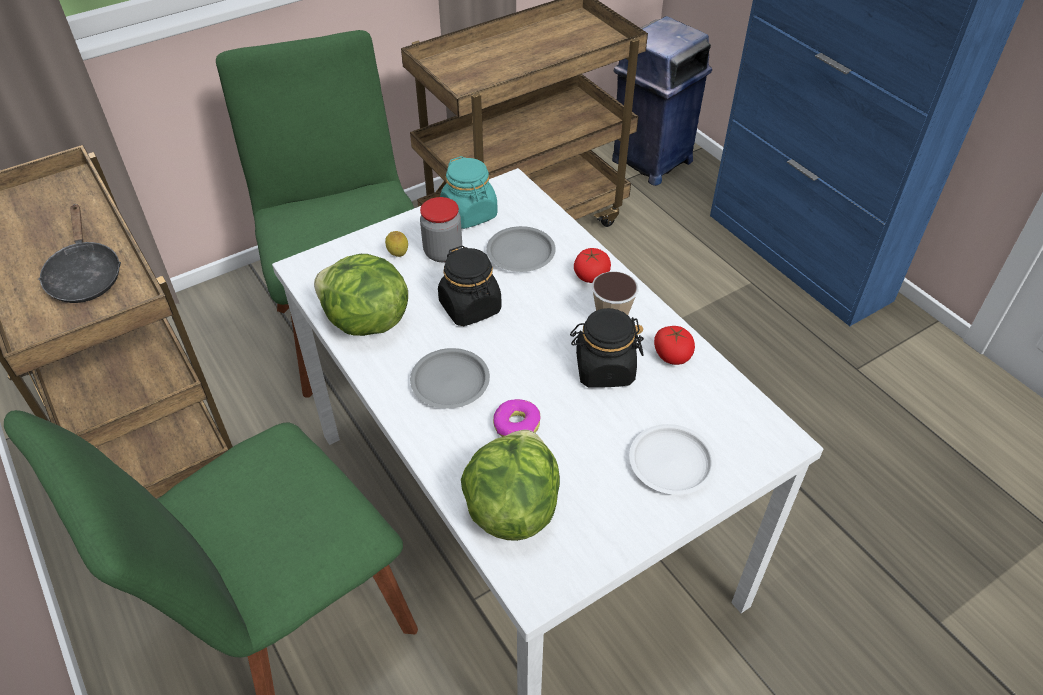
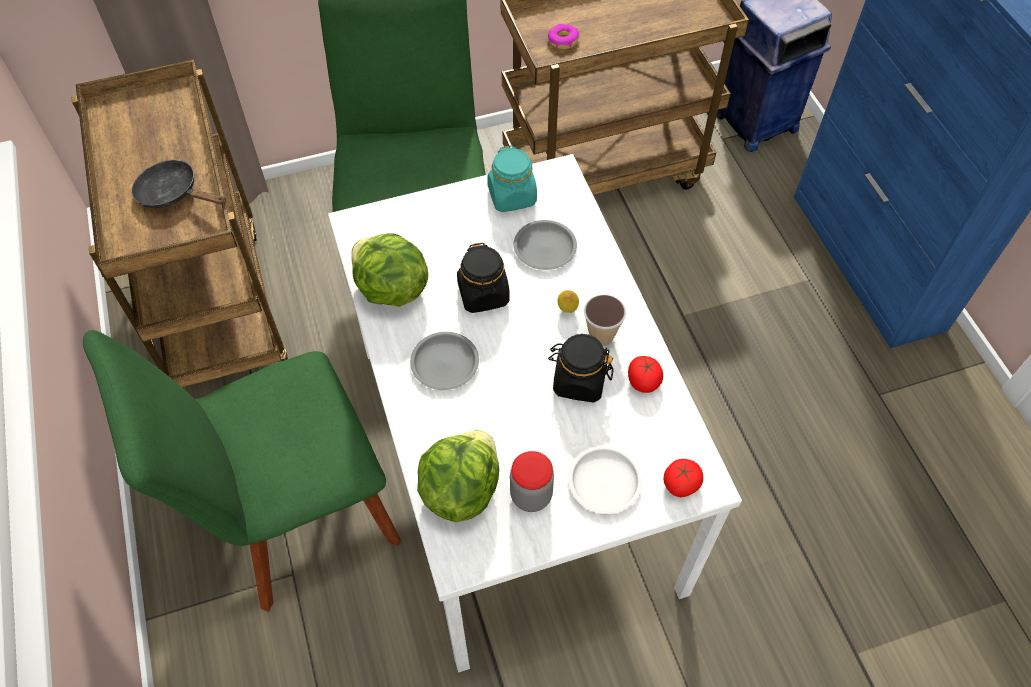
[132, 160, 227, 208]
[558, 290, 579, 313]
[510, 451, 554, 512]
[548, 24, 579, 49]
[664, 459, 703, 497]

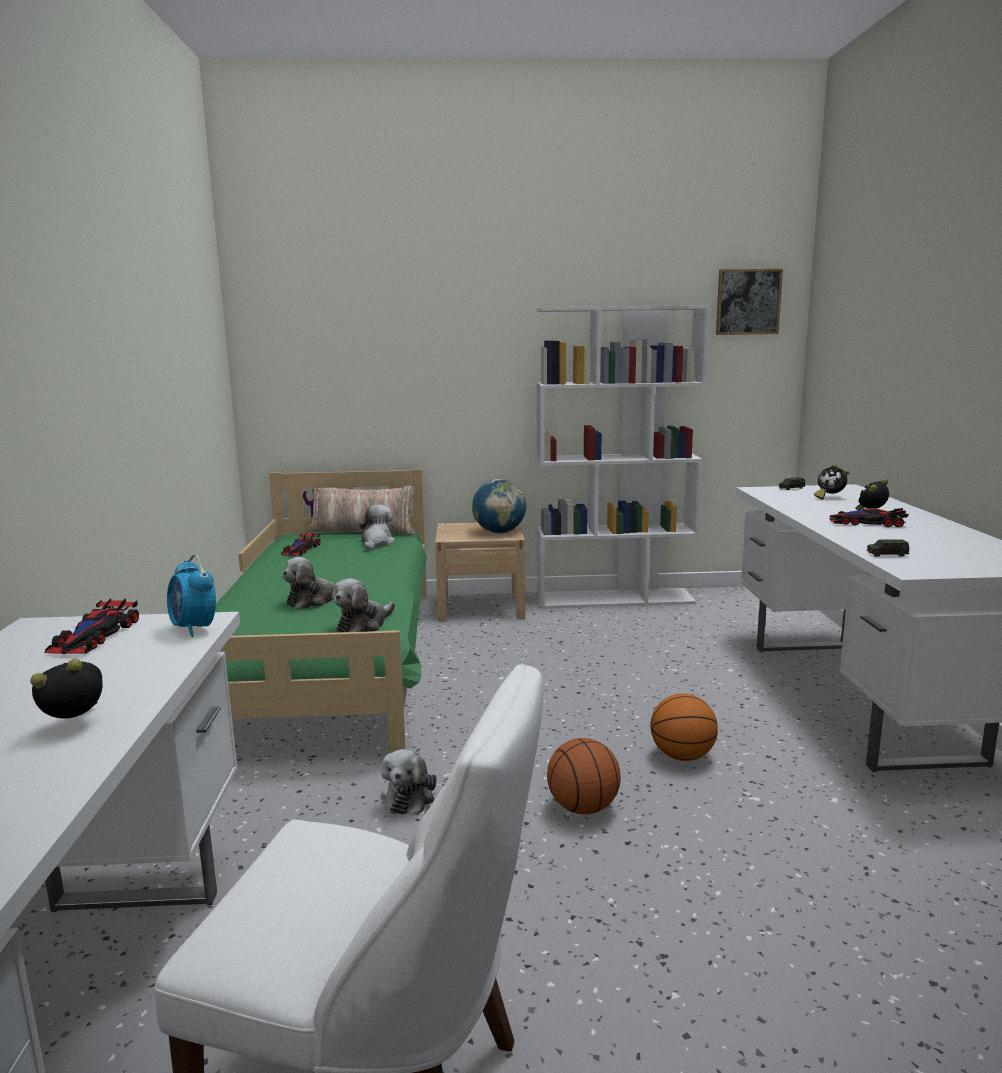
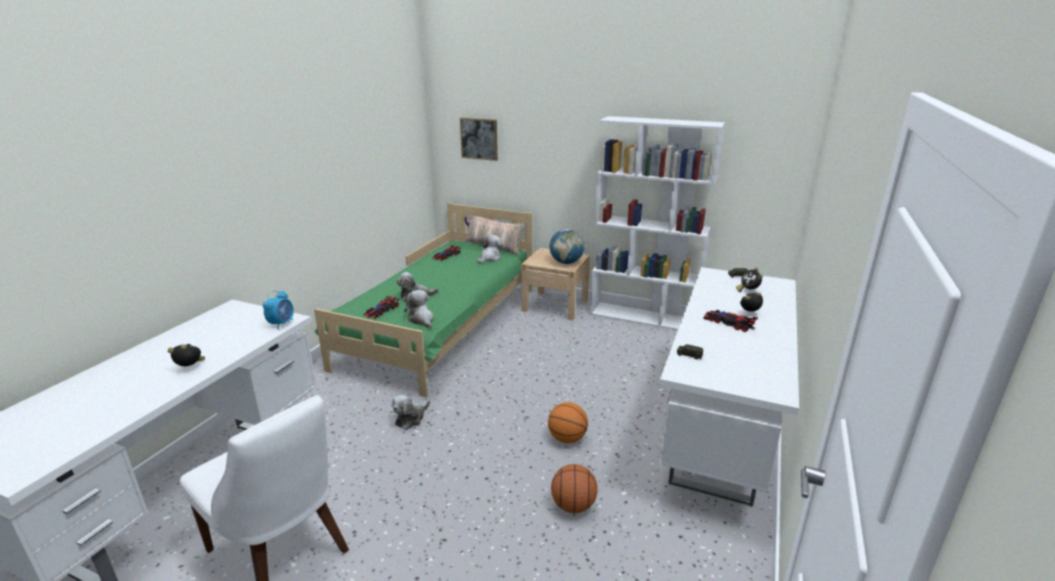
[363, 296, 399, 319]
[263, 290, 294, 330]
[404, 290, 434, 328]
[551, 464, 598, 513]
[460, 118, 498, 161]

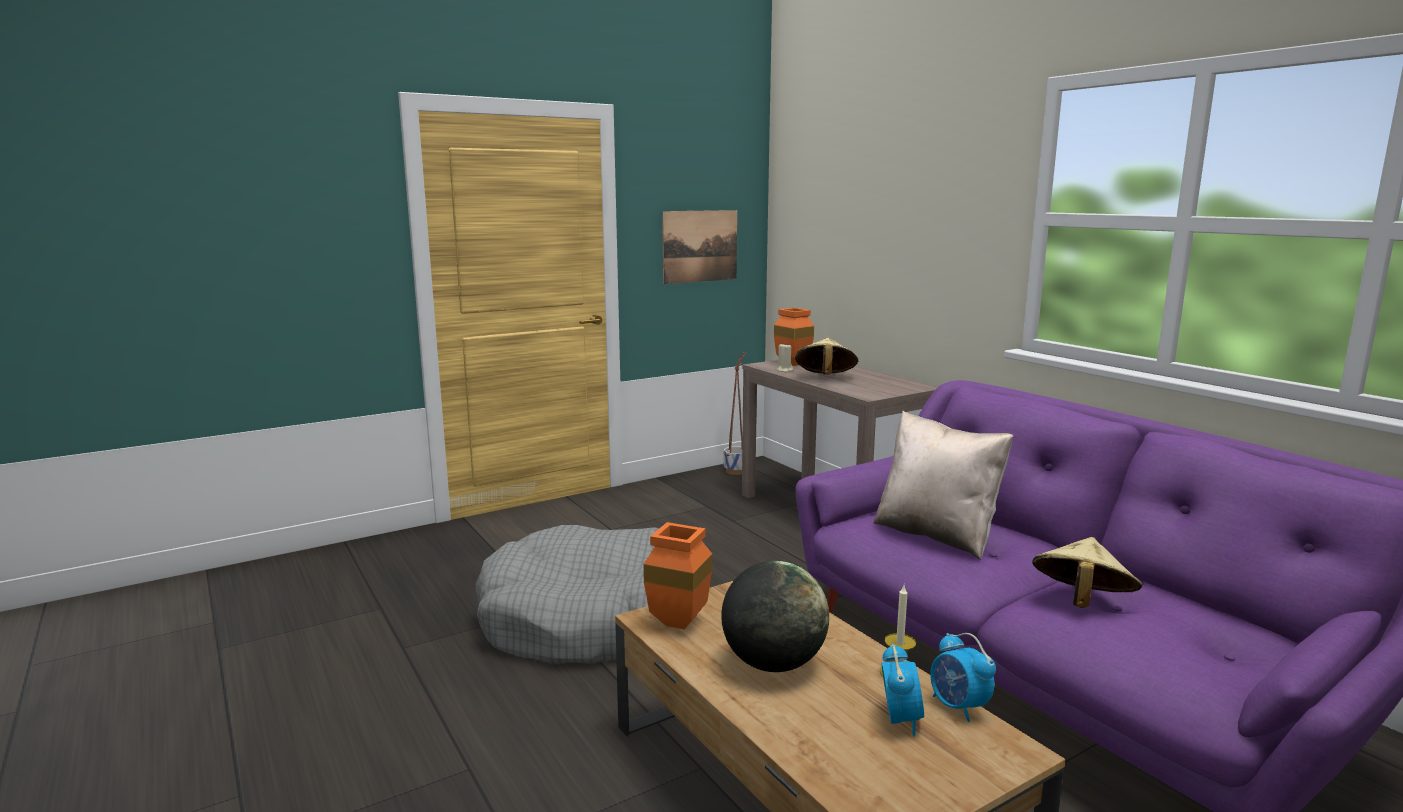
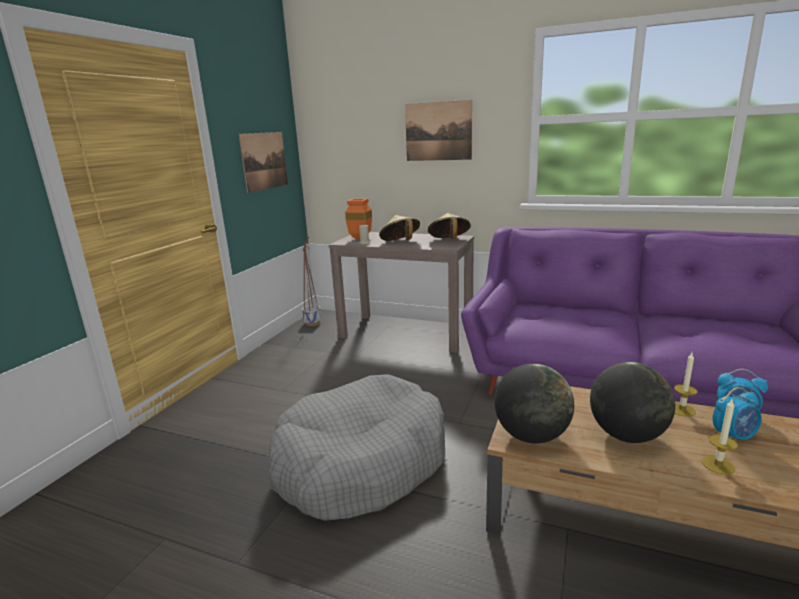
[495, 364, 574, 443]
[874, 411, 1013, 560] (first image)
[713, 387, 762, 440]
[428, 213, 471, 239]
[405, 100, 472, 161]
[702, 399, 738, 475]

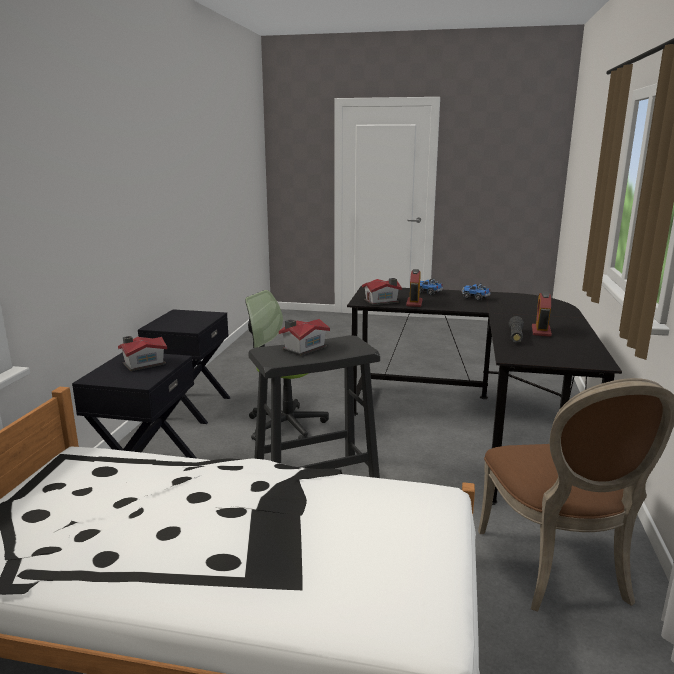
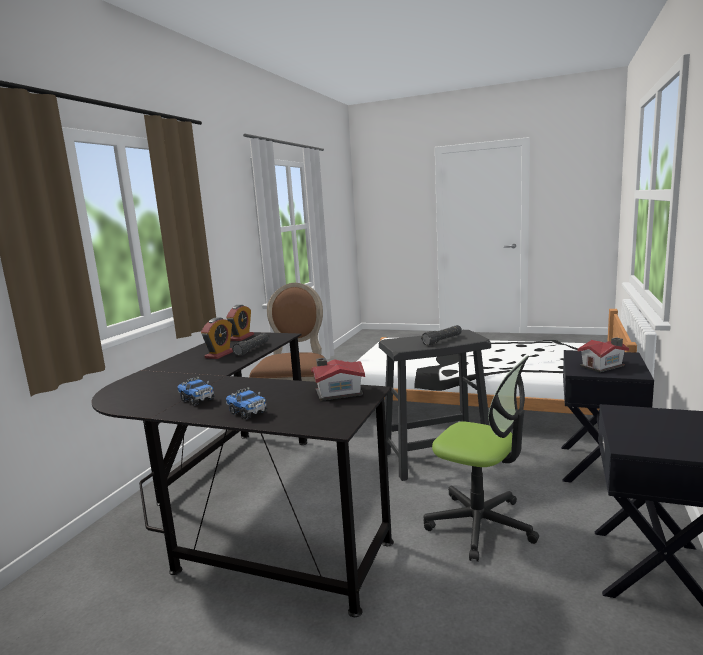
[421, 325, 462, 346]
[226, 305, 254, 341]

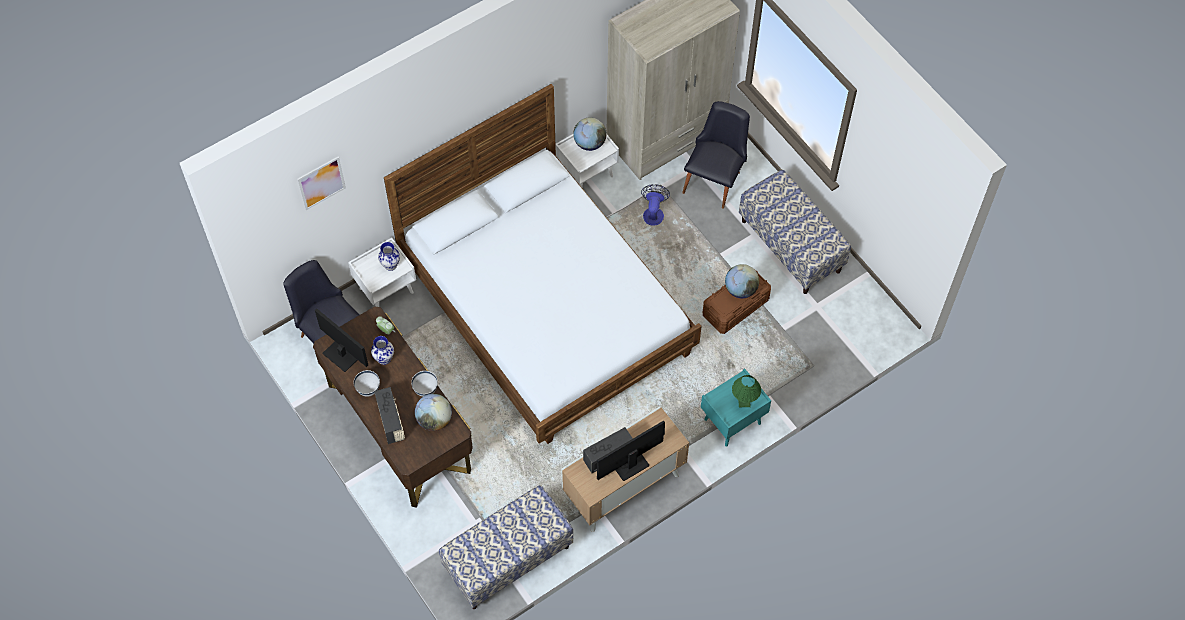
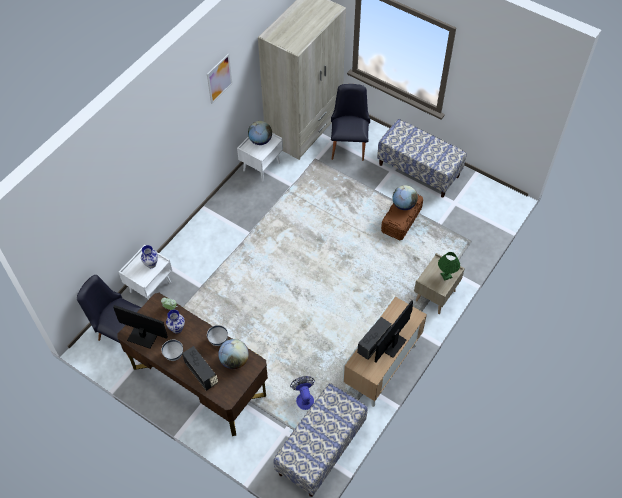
[207, 54, 232, 104]
[384, 84, 702, 444] (first image)
[290, 376, 315, 410]
[414, 253, 465, 314]

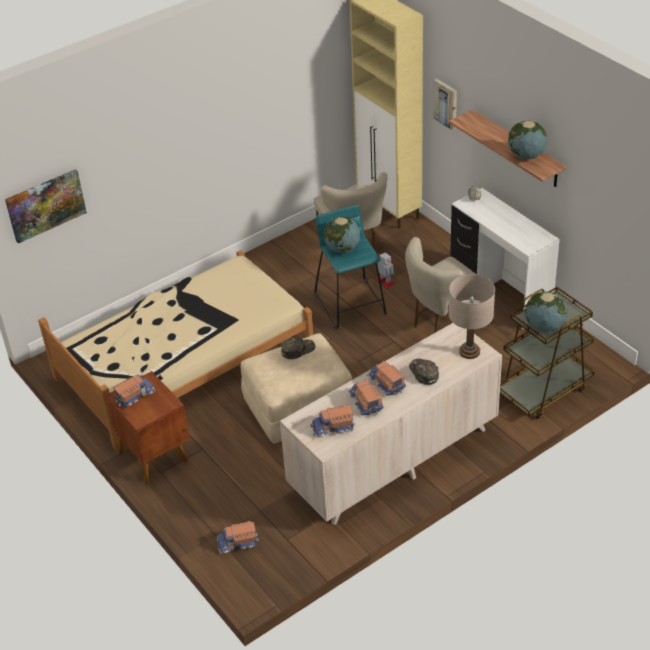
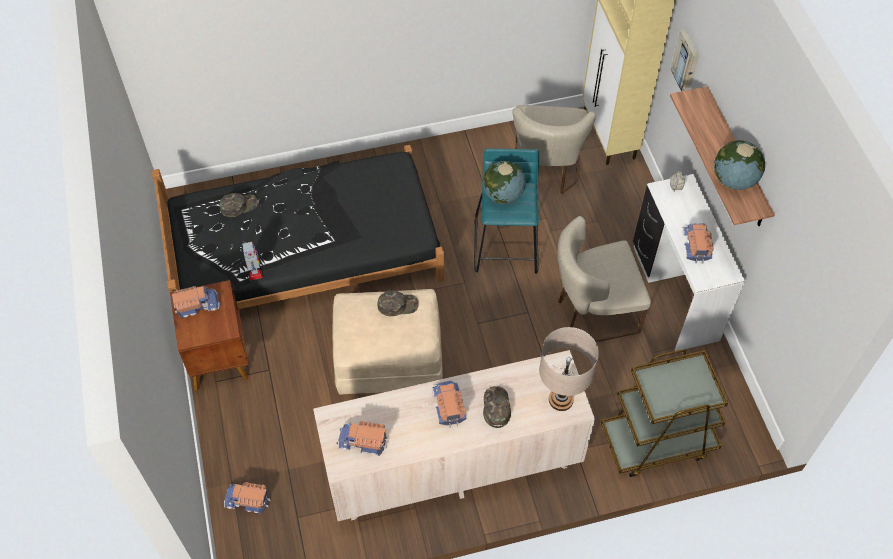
[5, 169, 87, 243] (first image)
[151, 145, 444, 309]
[683, 223, 714, 264]
[242, 241, 263, 280]
[525, 292, 567, 332] (first image)
[219, 193, 258, 217]

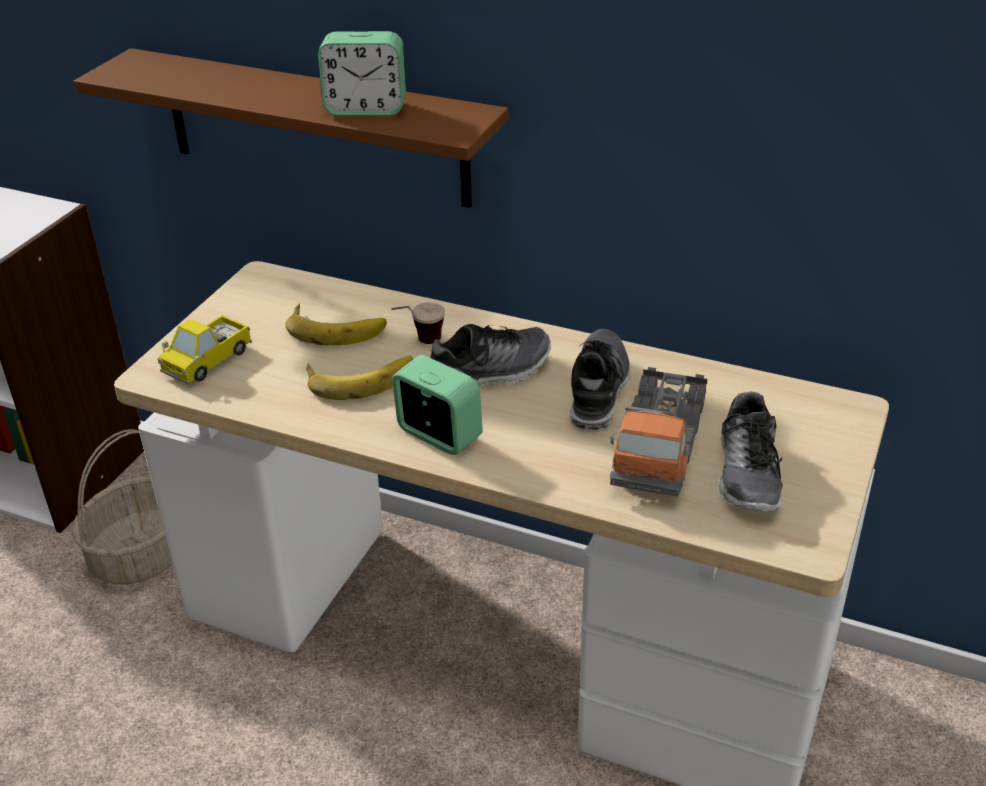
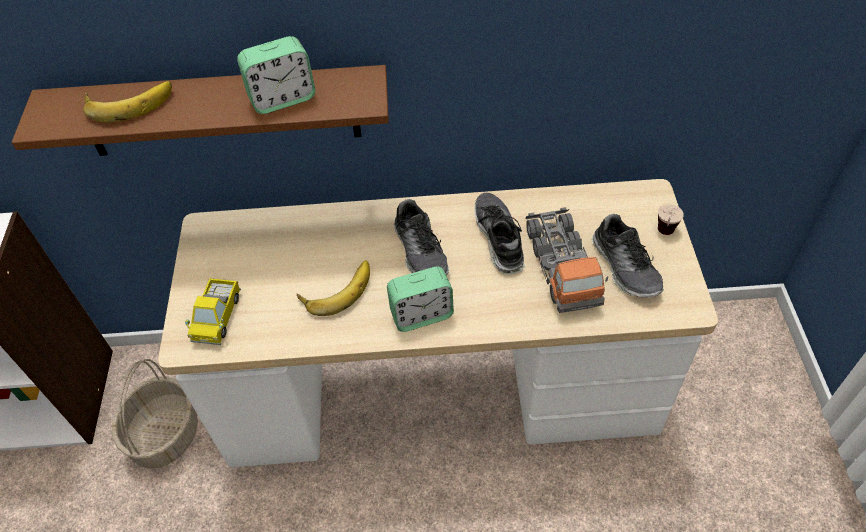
[83, 81, 172, 122]
[658, 204, 684, 235]
[387, 266, 454, 332]
[394, 199, 449, 276]

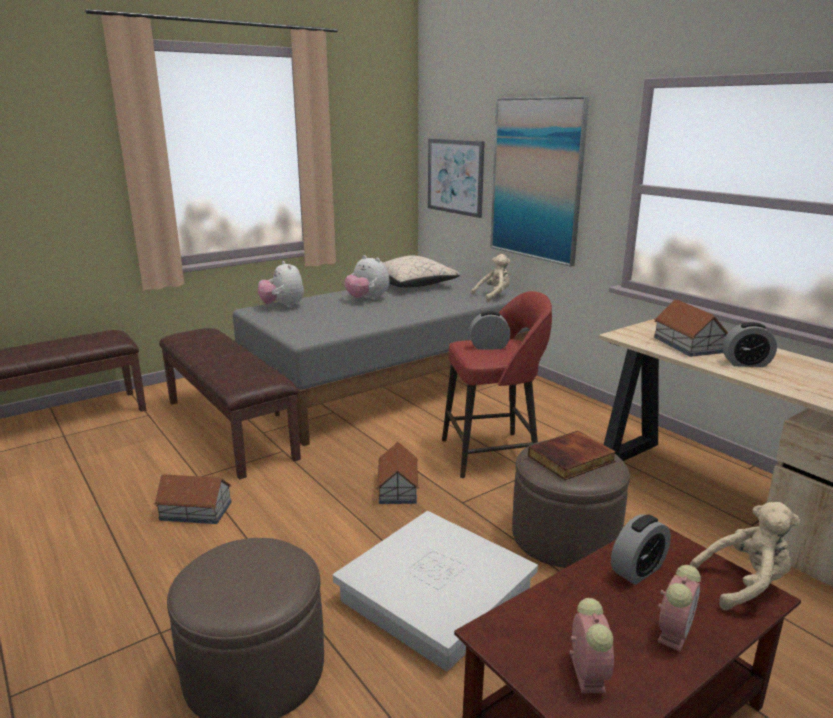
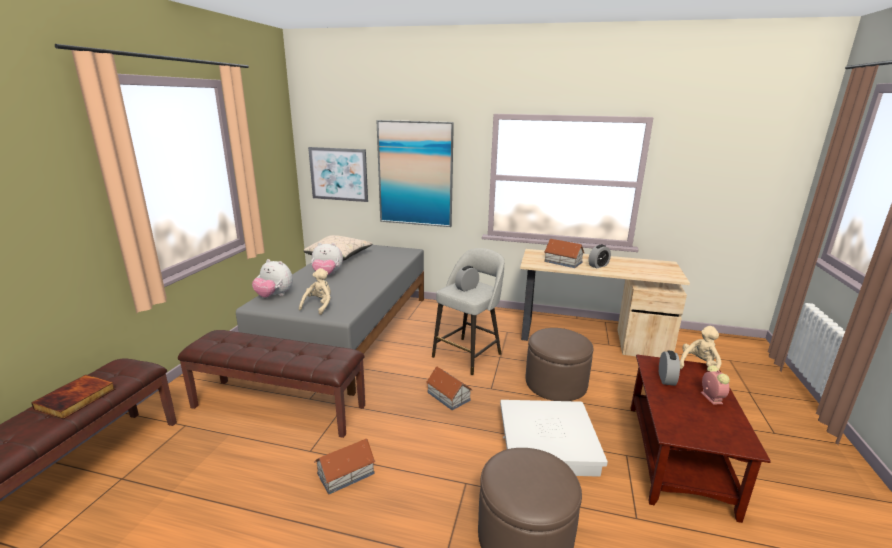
[432, 248, 505, 375]
[299, 268, 331, 315]
[31, 375, 115, 419]
[569, 598, 614, 693] (first image)

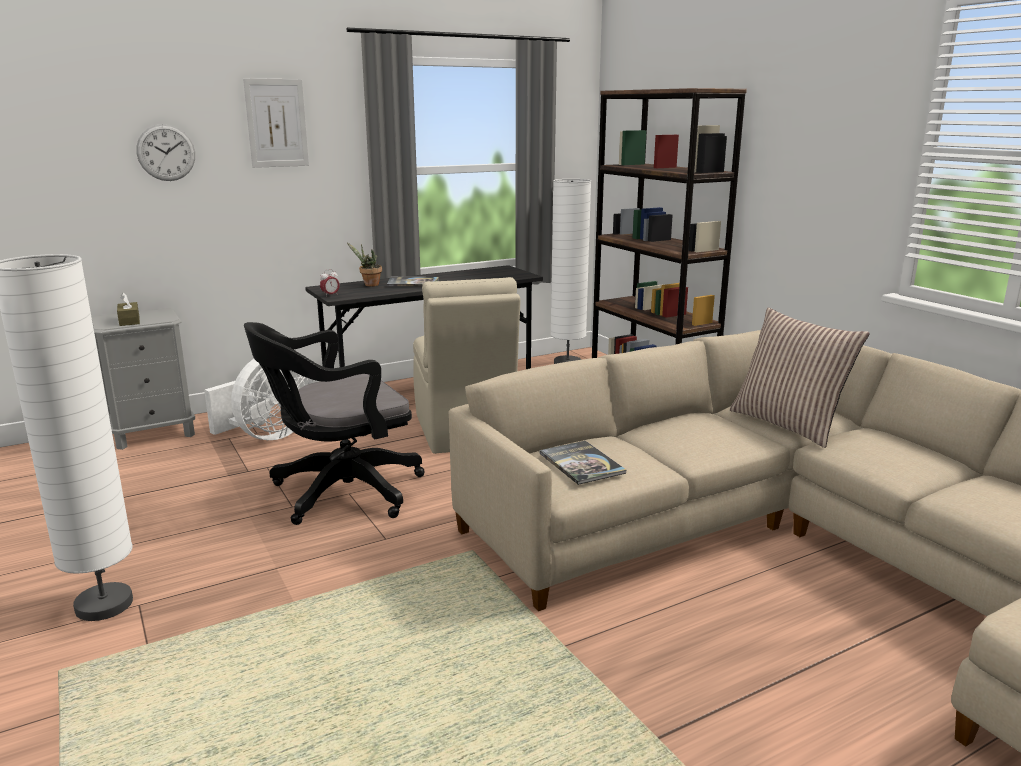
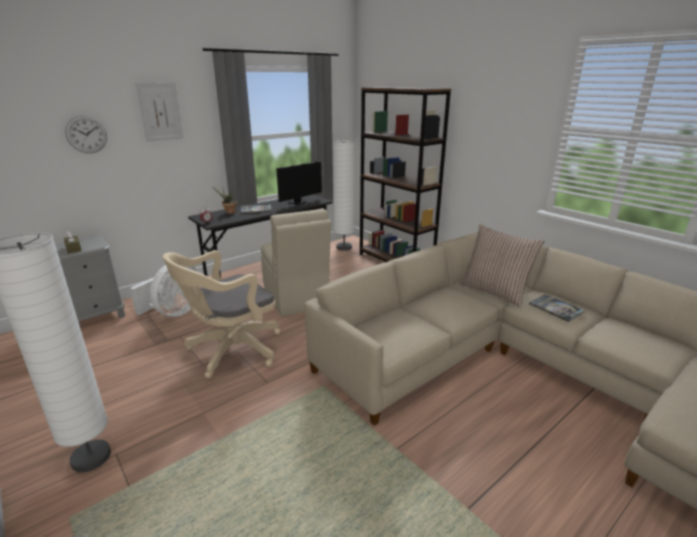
[163, 250, 280, 378]
[529, 294, 585, 322]
[276, 161, 322, 204]

